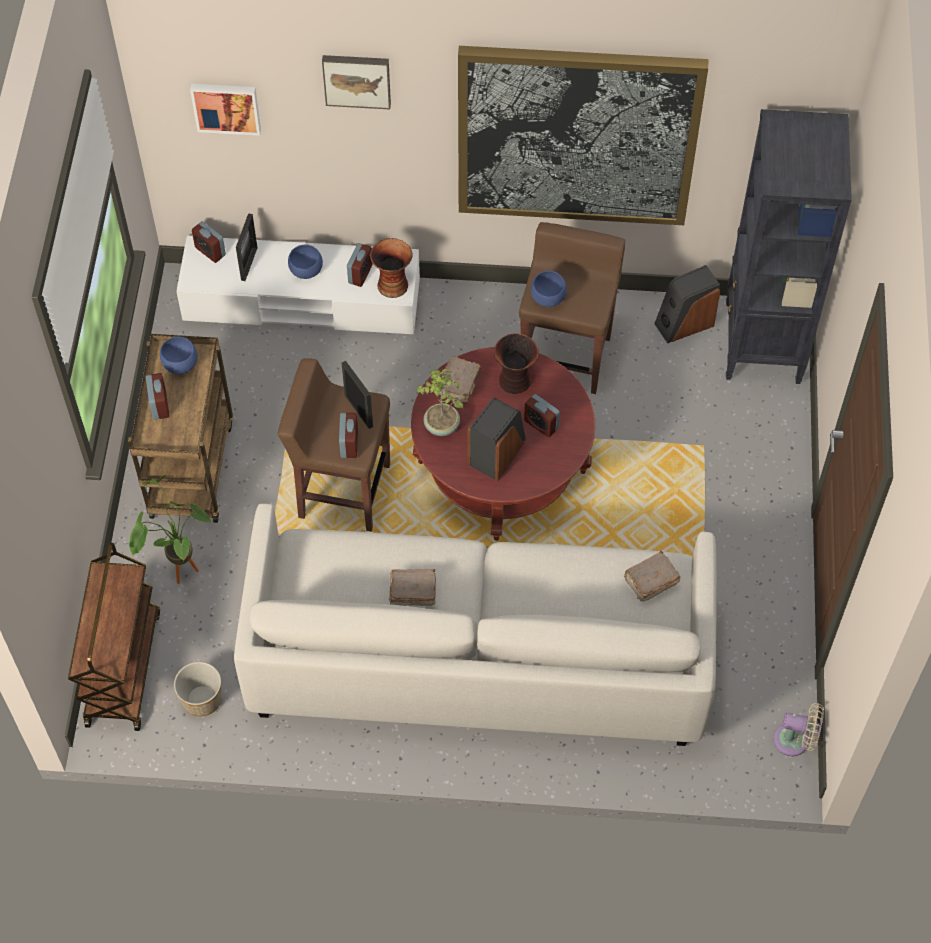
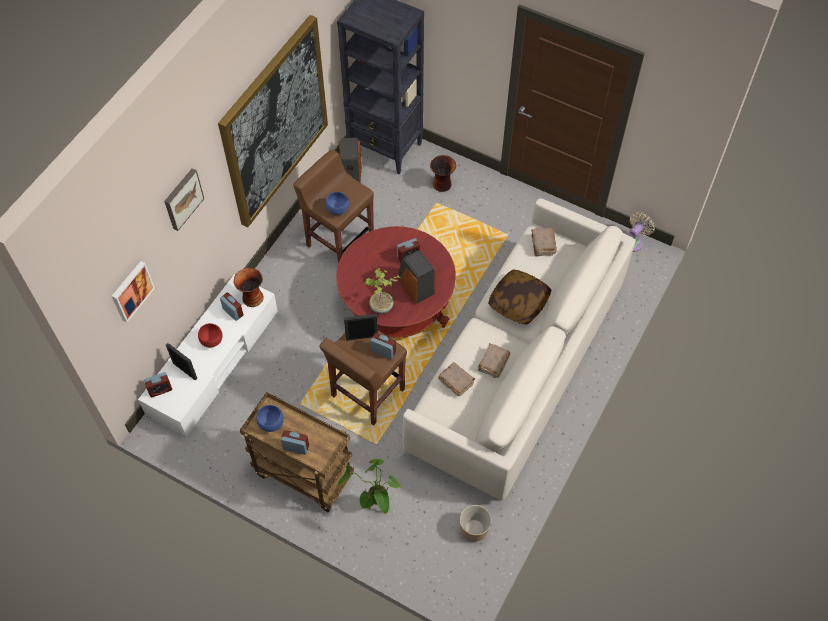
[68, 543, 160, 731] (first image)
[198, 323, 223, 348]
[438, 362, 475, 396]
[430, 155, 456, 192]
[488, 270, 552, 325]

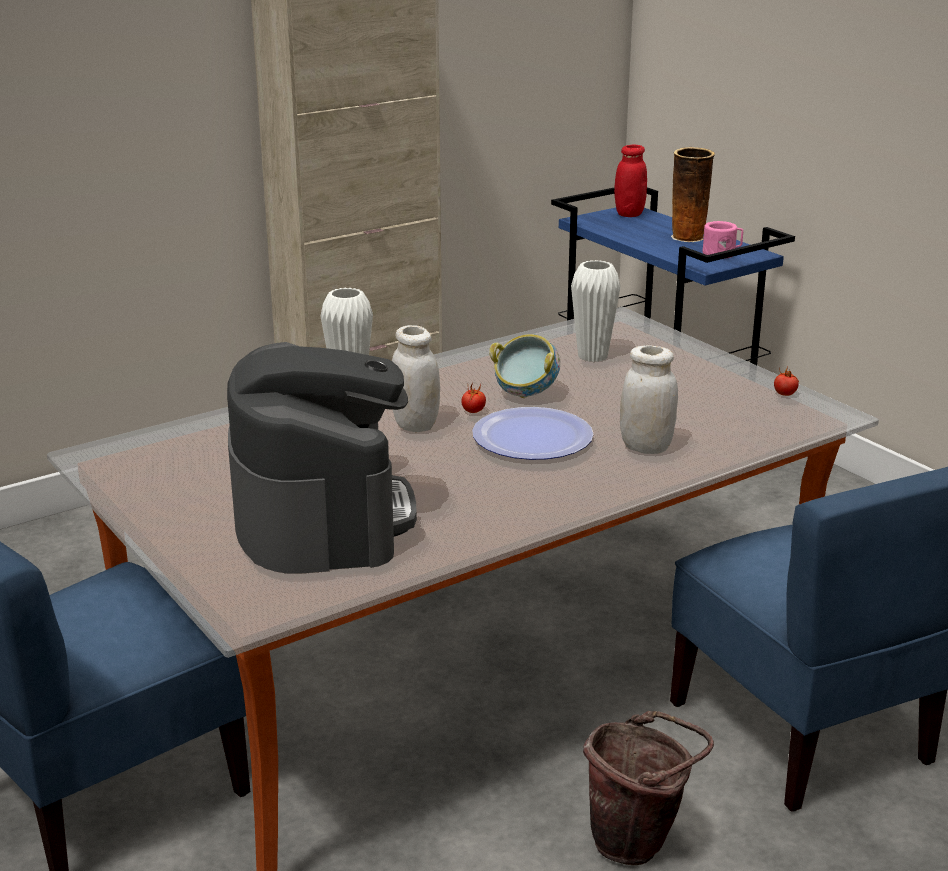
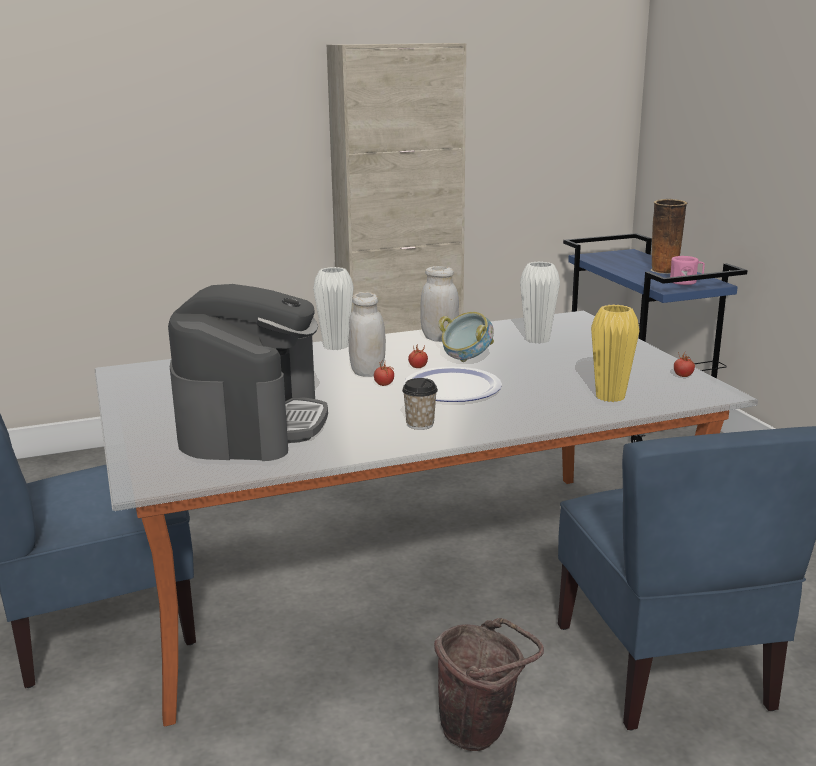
[614, 145, 647, 217] (first image)
[420, 266, 459, 342]
[374, 362, 394, 386]
[402, 378, 438, 430]
[591, 305, 640, 402]

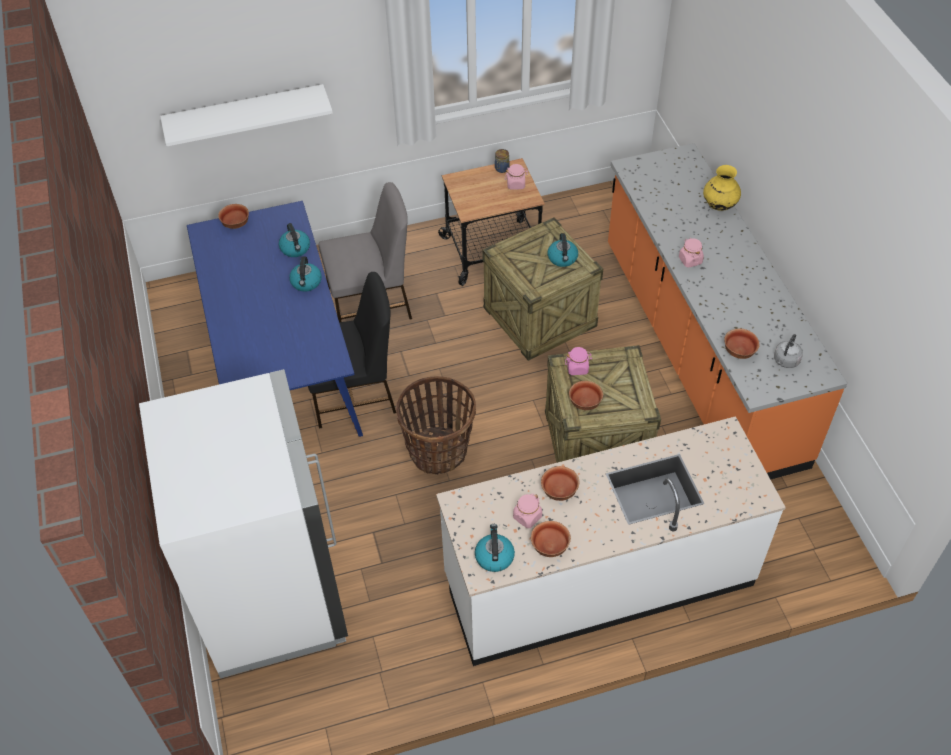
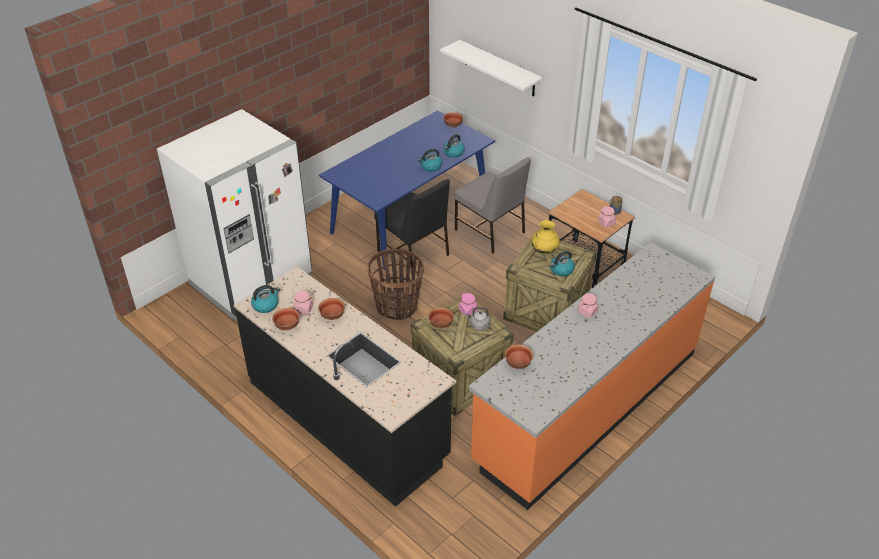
[234, 266, 456, 507]
[531, 220, 560, 254]
[465, 307, 490, 331]

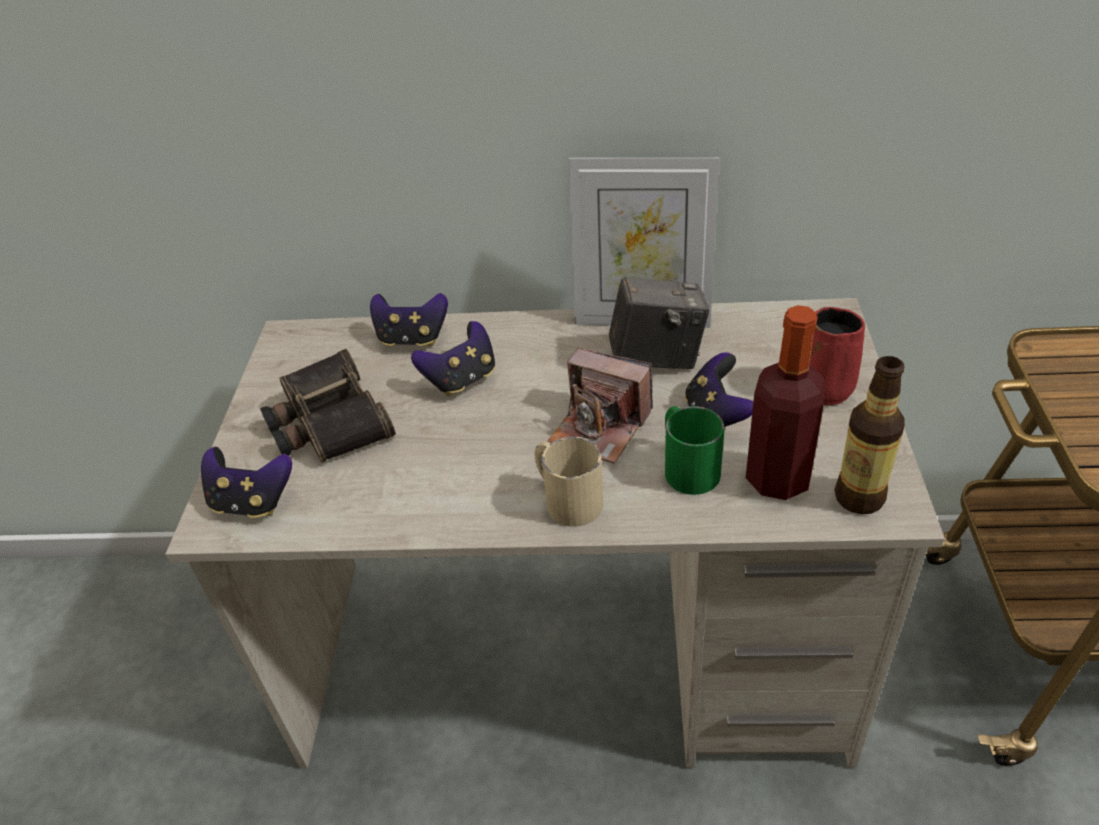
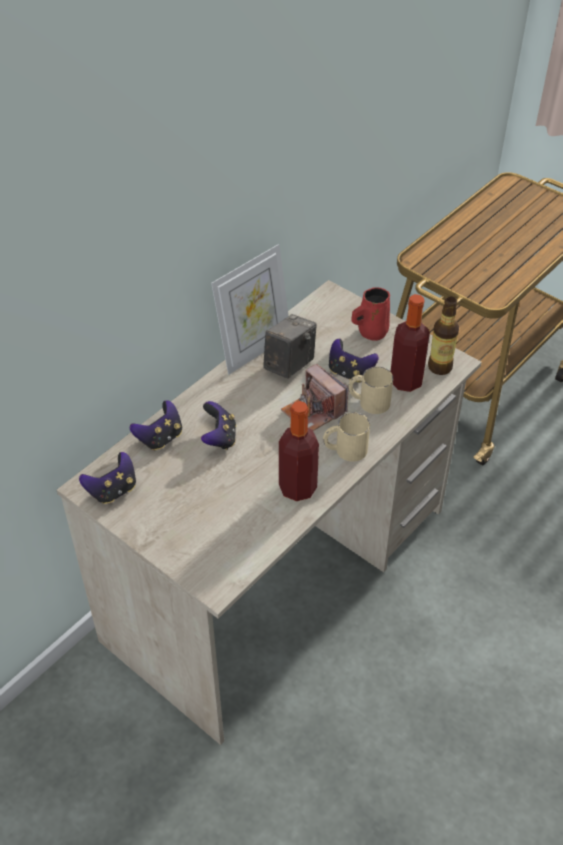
[79, 452, 136, 504]
[260, 349, 396, 463] (first image)
[281, 364, 348, 431]
[348, 367, 393, 414]
[279, 401, 319, 501]

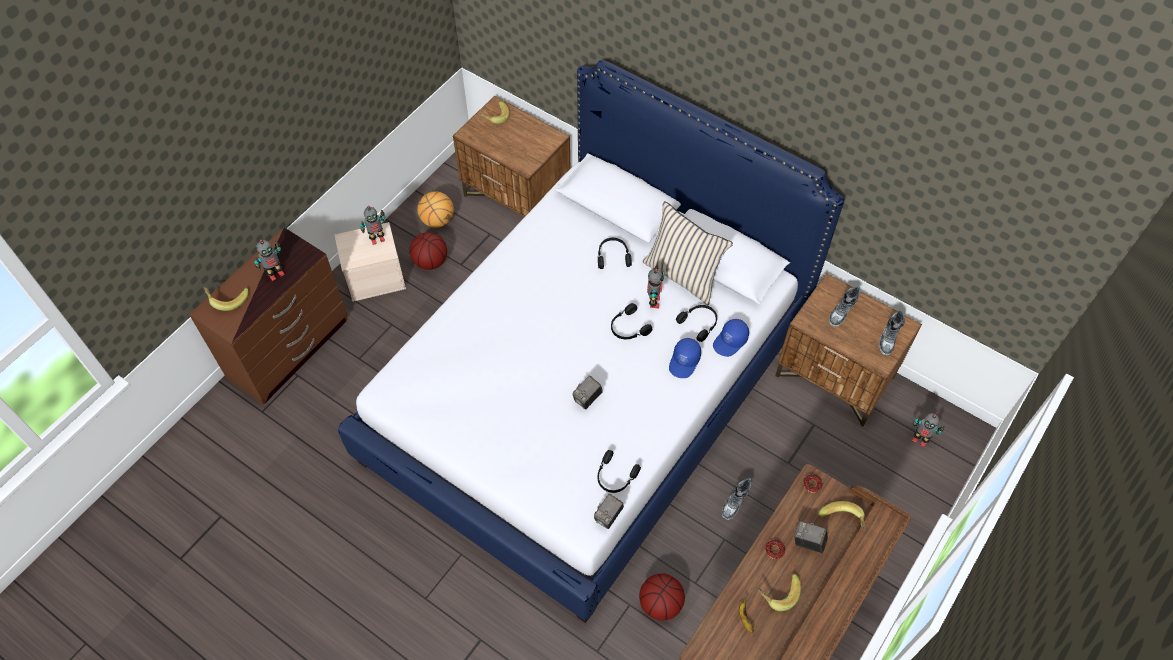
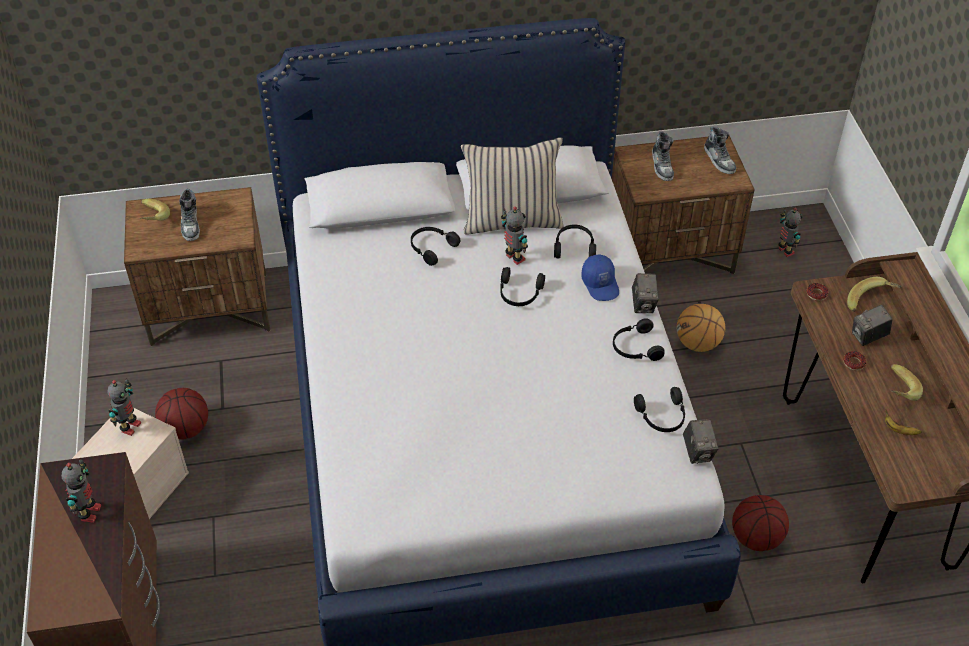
[204, 286, 248, 311] (first image)
[677, 304, 725, 352]
[632, 273, 659, 313]
[713, 319, 749, 357] (first image)
[179, 189, 200, 241]
[778, 207, 802, 257]
[613, 318, 665, 361]

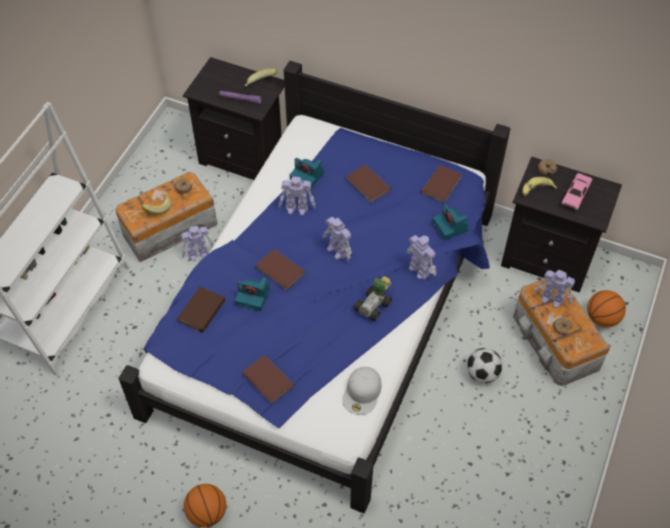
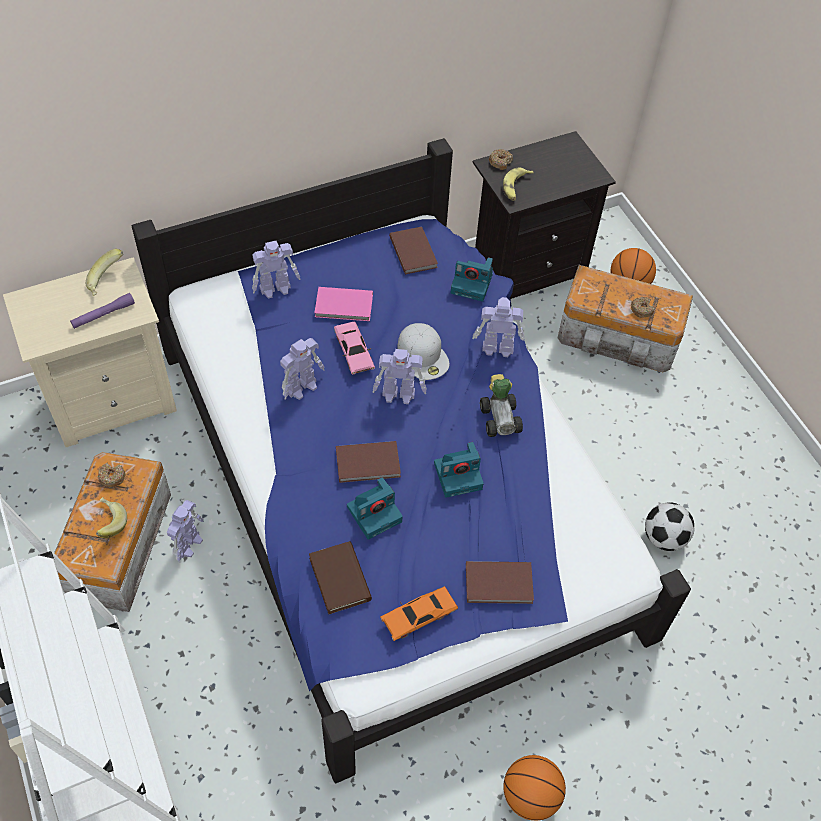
[3, 257, 177, 447]
[434, 442, 484, 498]
[398, 323, 449, 380]
[314, 287, 373, 321]
[645, 502, 694, 551]
[252, 241, 301, 298]
[334, 321, 375, 375]
[380, 586, 458, 641]

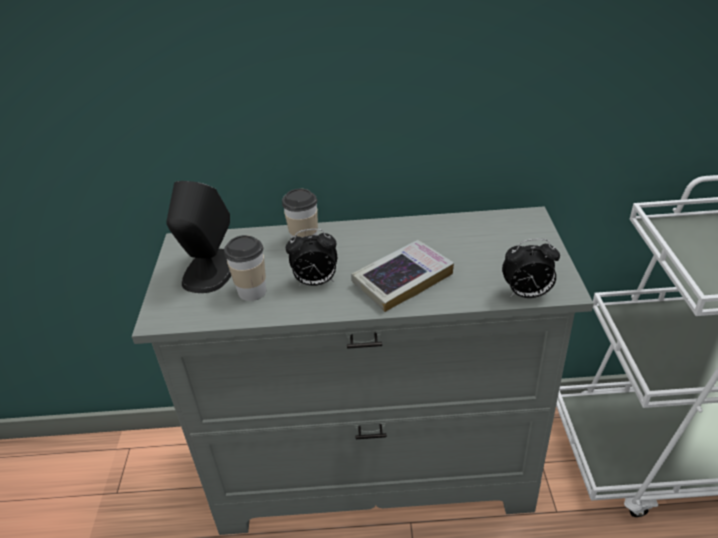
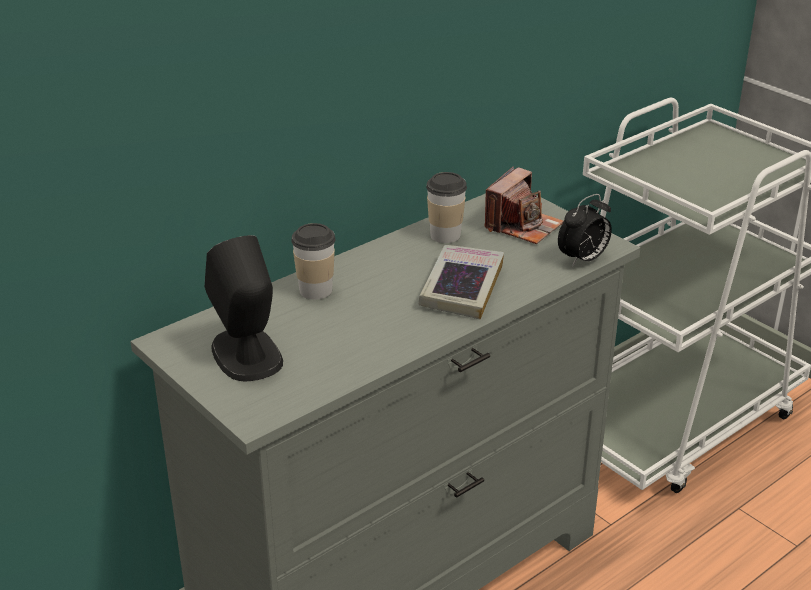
[426, 172, 467, 243]
[286, 229, 337, 286] (first image)
[484, 166, 563, 244]

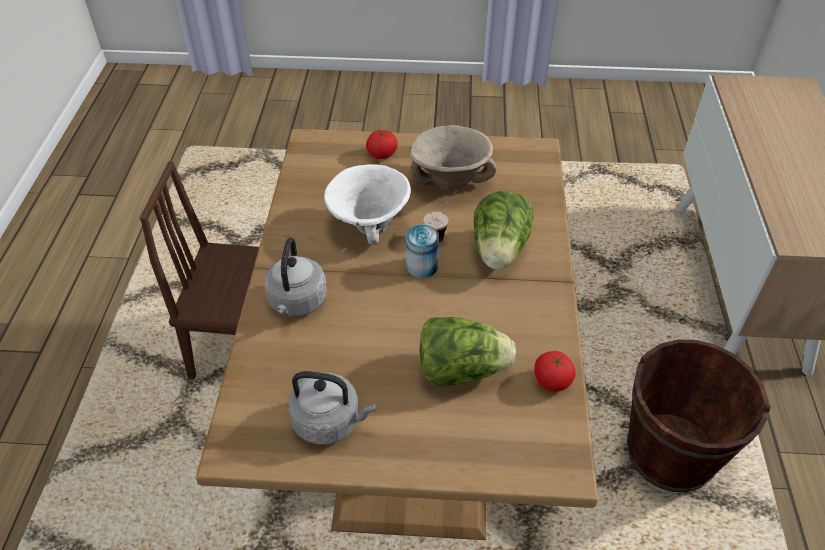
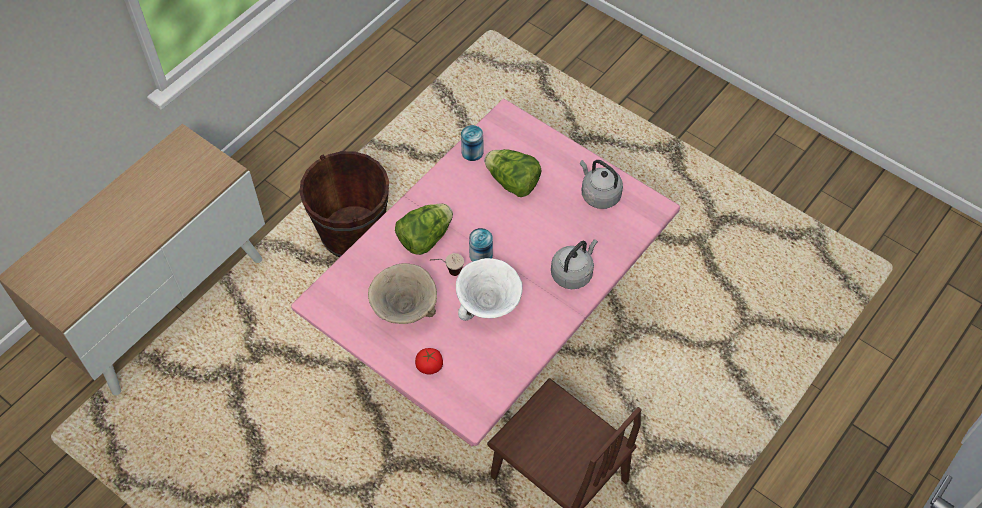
[291, 99, 680, 446]
[461, 125, 483, 161]

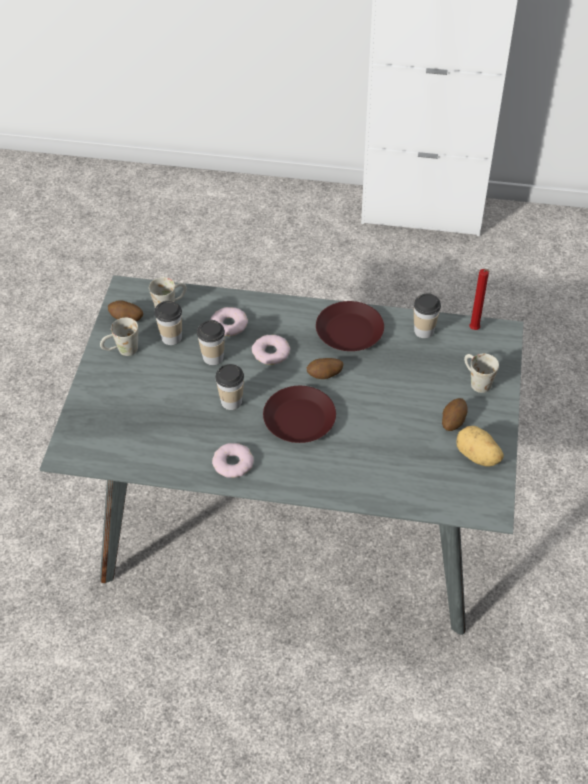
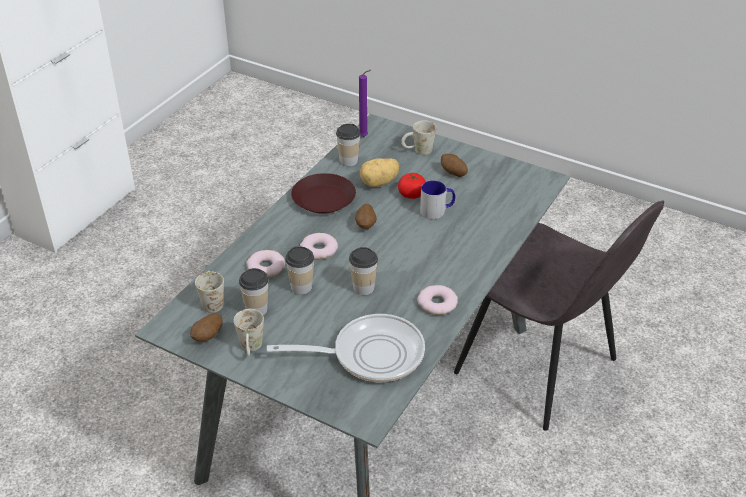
[263, 386, 336, 443] (first image)
[360, 158, 399, 187]
[359, 70, 371, 137]
[267, 314, 425, 382]
[398, 173, 426, 199]
[420, 181, 455, 220]
[454, 201, 664, 431]

